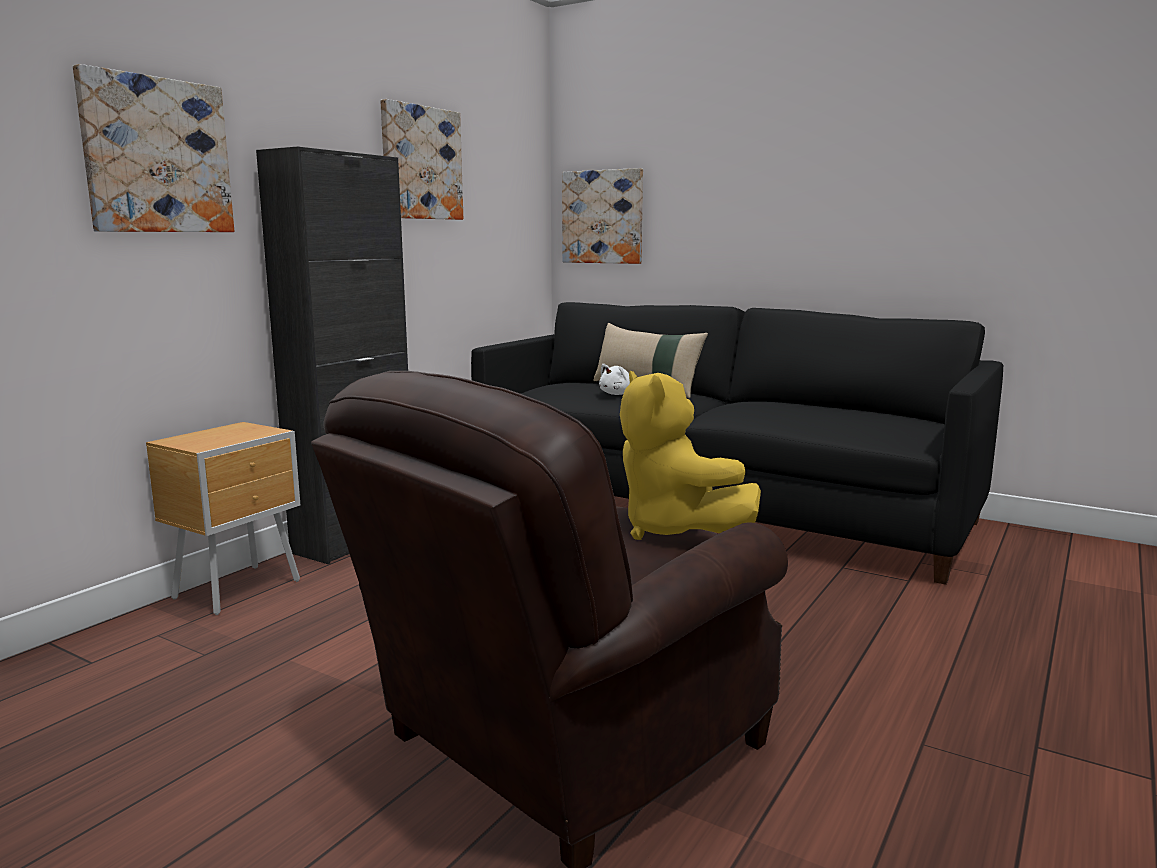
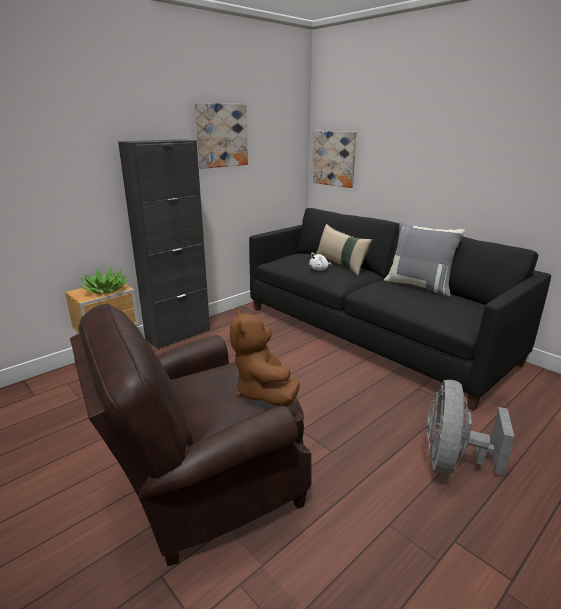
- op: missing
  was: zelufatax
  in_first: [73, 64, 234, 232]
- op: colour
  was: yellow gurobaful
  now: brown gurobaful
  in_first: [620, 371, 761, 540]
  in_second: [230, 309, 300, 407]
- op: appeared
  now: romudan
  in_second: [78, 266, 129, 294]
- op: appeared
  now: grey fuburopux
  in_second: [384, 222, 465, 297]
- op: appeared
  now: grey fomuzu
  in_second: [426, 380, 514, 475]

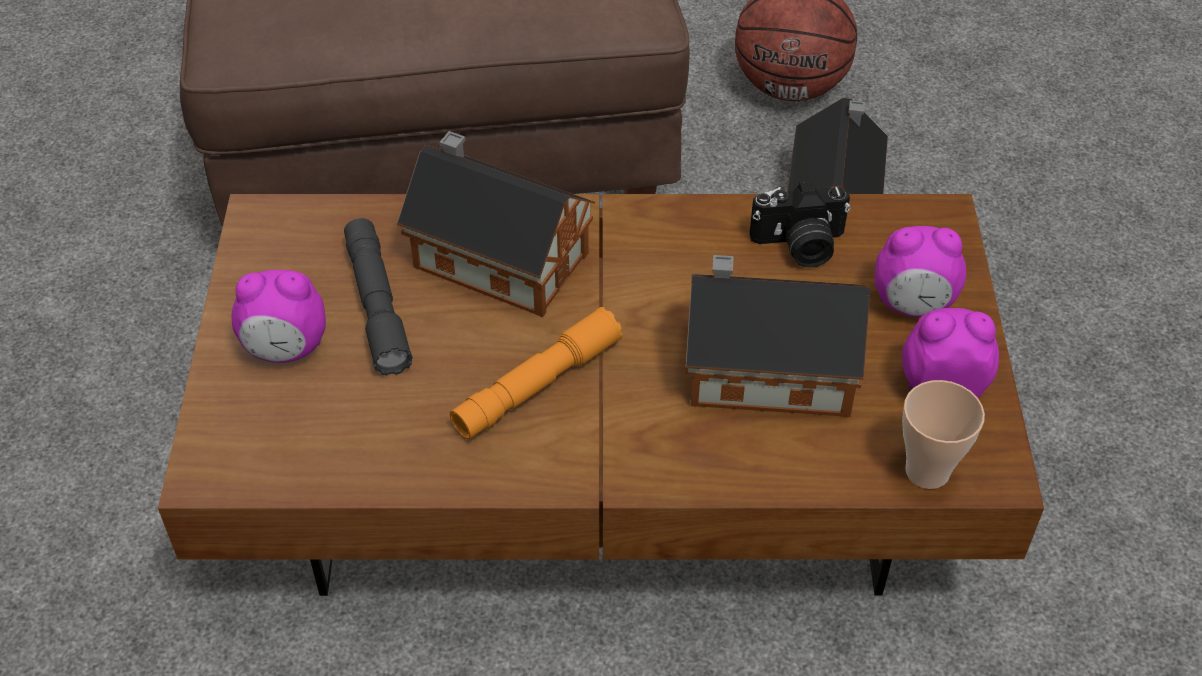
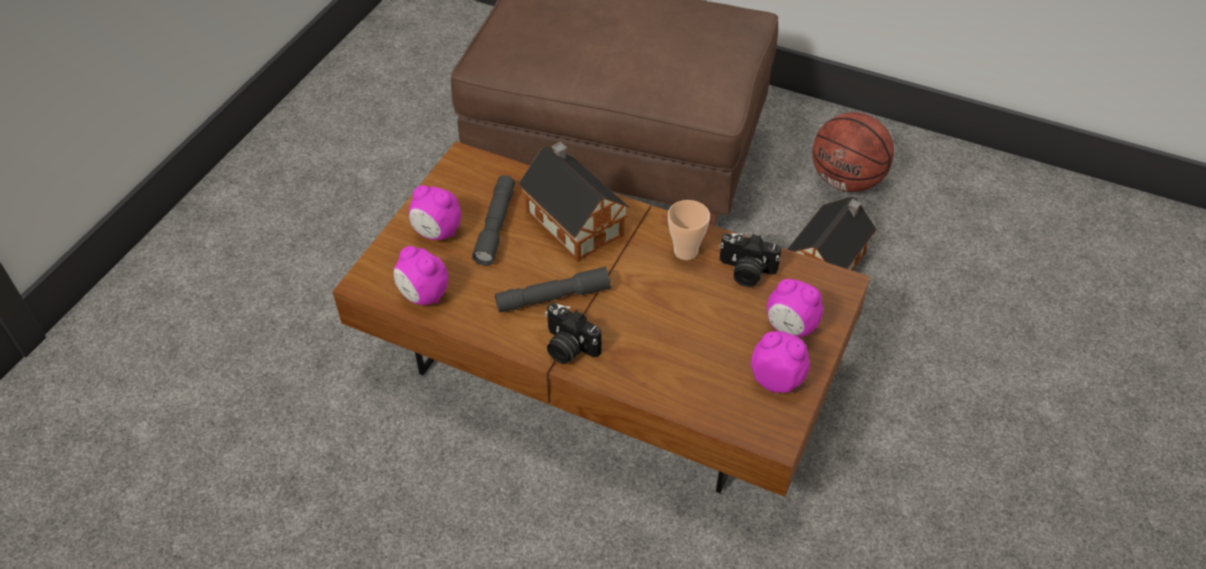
- op: colour
  was: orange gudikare
  now: grey gudikare
  in_first: [450, 307, 623, 439]
  in_second: [495, 267, 611, 312]
- op: missing
  was: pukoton
  in_first: [685, 255, 870, 417]
- op: relocated
  was: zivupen
  in_first: [902, 380, 985, 489]
  in_second: [668, 200, 710, 260]
- op: appeared
  now: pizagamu
  in_second: [394, 246, 448, 305]
- op: appeared
  now: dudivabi
  in_second: [545, 303, 602, 364]

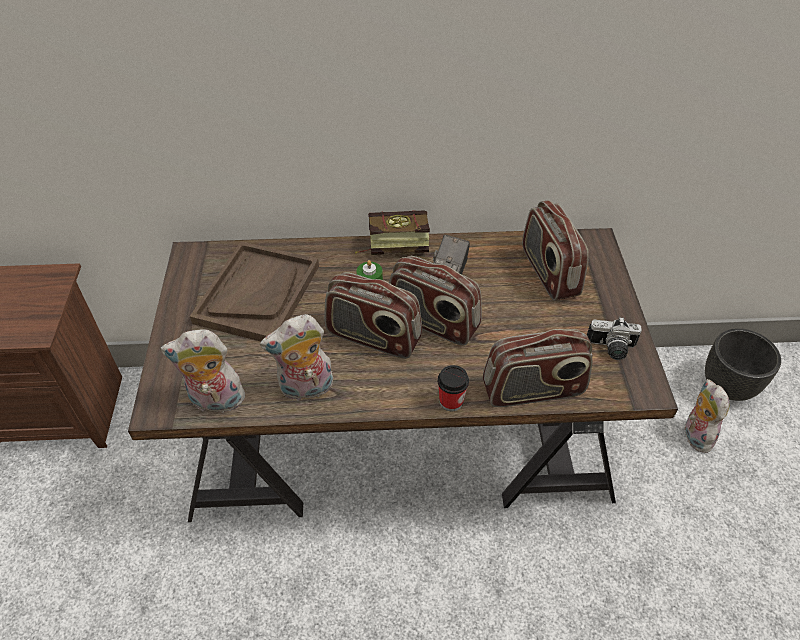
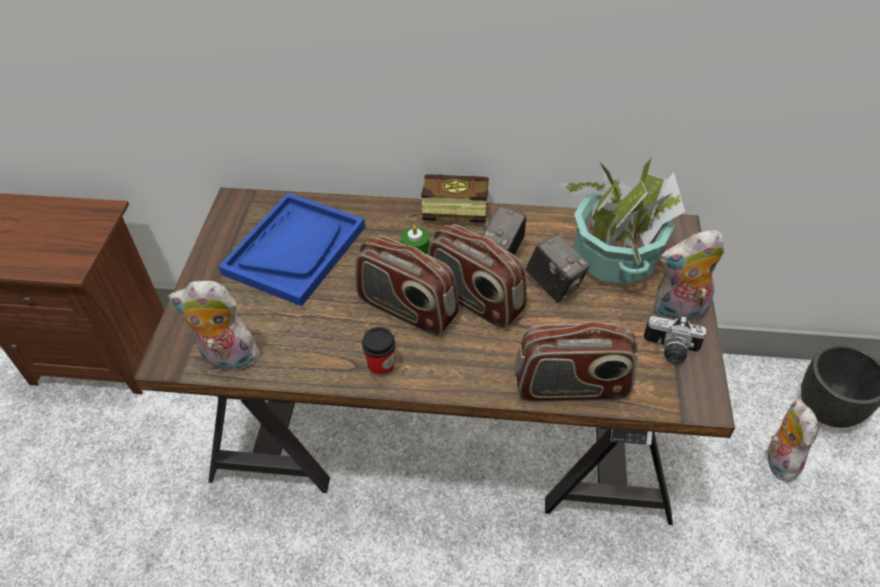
- op: colour
  was: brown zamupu
  now: blue zamupu
  in_first: [190, 242, 319, 341]
  in_second: [218, 193, 365, 306]
- op: relocated
  was: gurobaful
  in_first: [260, 314, 333, 401]
  in_second: [653, 230, 724, 321]
- op: relocated
  was: zivupen
  in_first: [438, 365, 469, 412]
  in_second: [362, 327, 396, 377]
- op: exchanged
  was: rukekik
  now: romudan
  in_first: [522, 200, 589, 301]
  in_second: [558, 157, 685, 284]
- op: appeared
  now: dudivabi
  in_second: [525, 233, 590, 302]

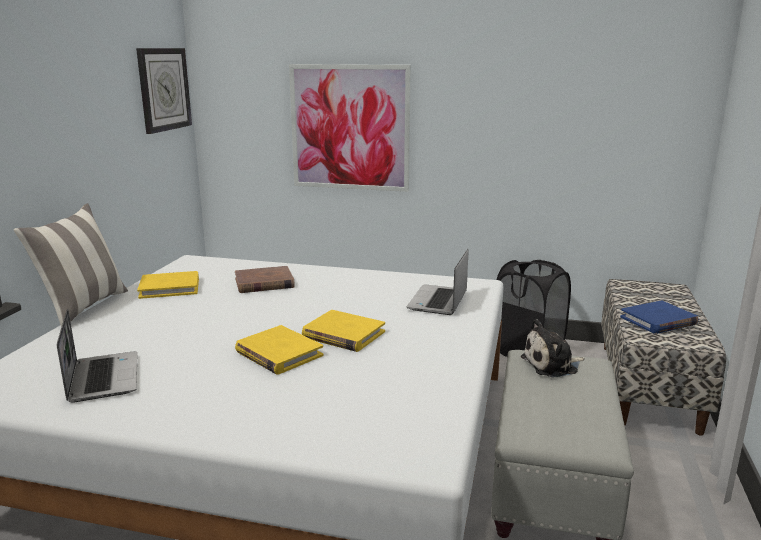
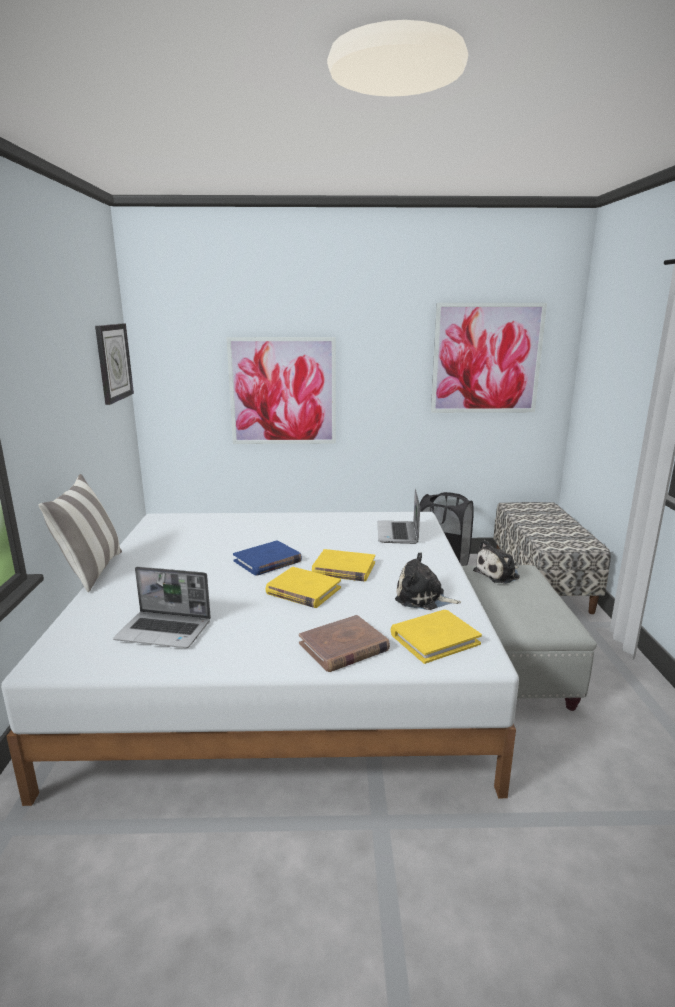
- op: spun
  was: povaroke
  in_first: [57, 309, 138, 403]
  in_second: [113, 567, 211, 648]
  clockwise: 135
- op: relocated
  was: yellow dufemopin
  in_first: [137, 271, 199, 299]
  in_second: [391, 610, 482, 664]
- op: relocated
  was: brown dufemopin
  in_first: [235, 266, 295, 293]
  in_second: [299, 615, 390, 672]
- op: relocated
  was: blue dufemopin
  in_first: [620, 300, 699, 334]
  in_second: [233, 540, 302, 576]
- op: appeared
  now: gurobaful
  in_second: [395, 553, 461, 610]
- op: appeared
  now: zelufatax
  in_second: [431, 303, 547, 413]

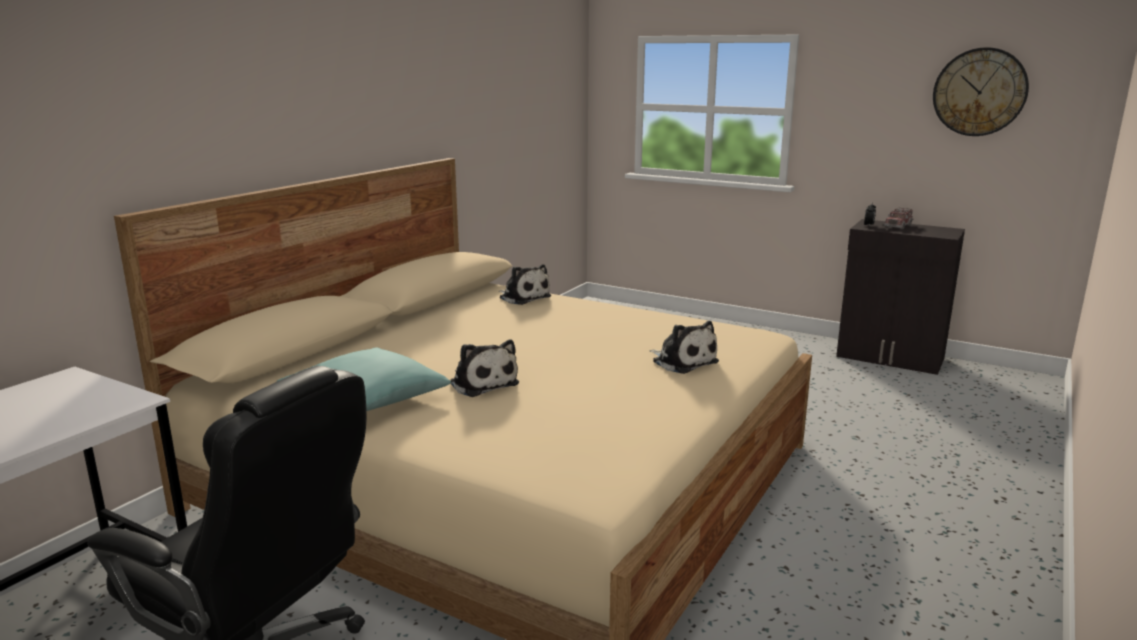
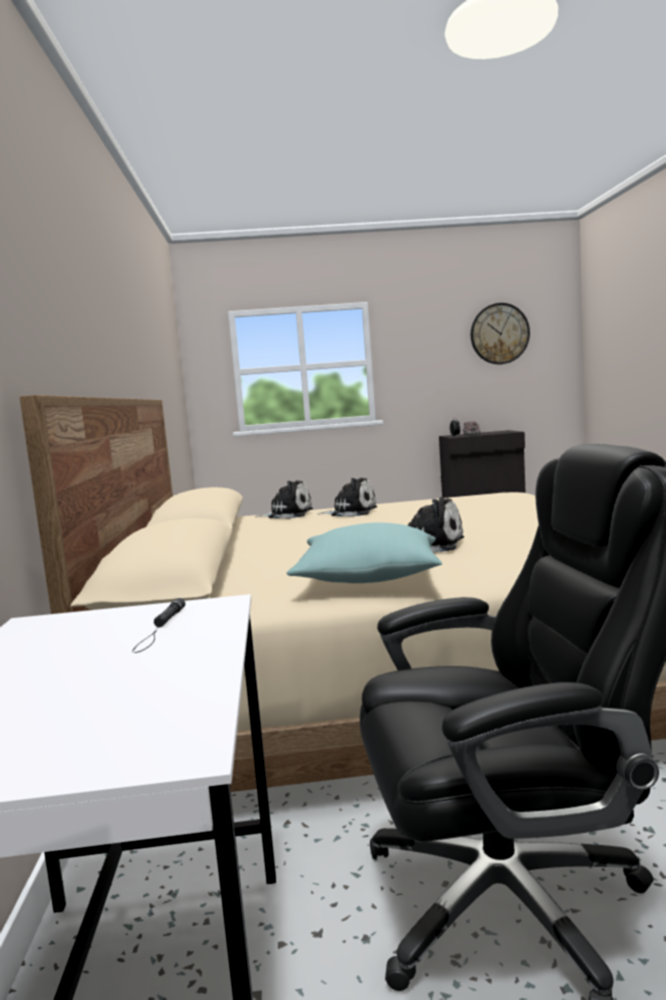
- op: relocated
  was: gurobaful
  in_first: [649, 321, 719, 374]
  in_second: [318, 477, 377, 517]
- op: appeared
  now: black gudikare
  in_second: [132, 598, 185, 653]

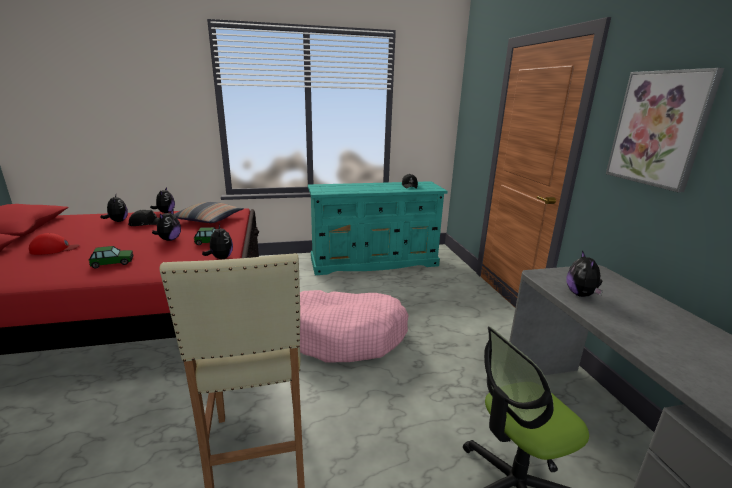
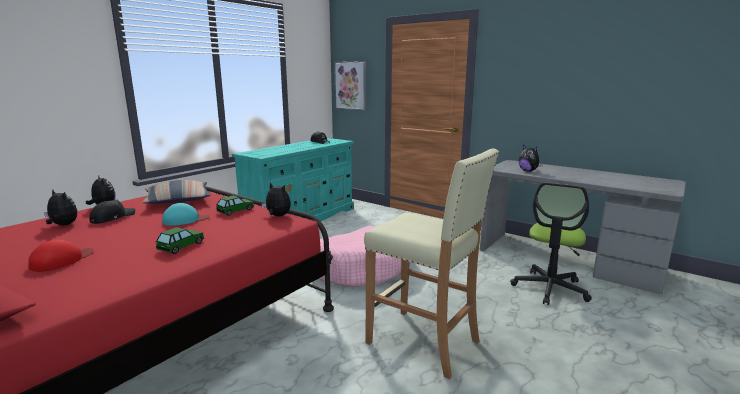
- op: exchanged
  was: gurobaful
  now: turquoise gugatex
  in_first: [152, 210, 181, 241]
  in_second: [162, 203, 210, 226]
- op: relocated
  was: zelufatax
  in_first: [606, 68, 724, 192]
  in_second: [334, 61, 366, 110]

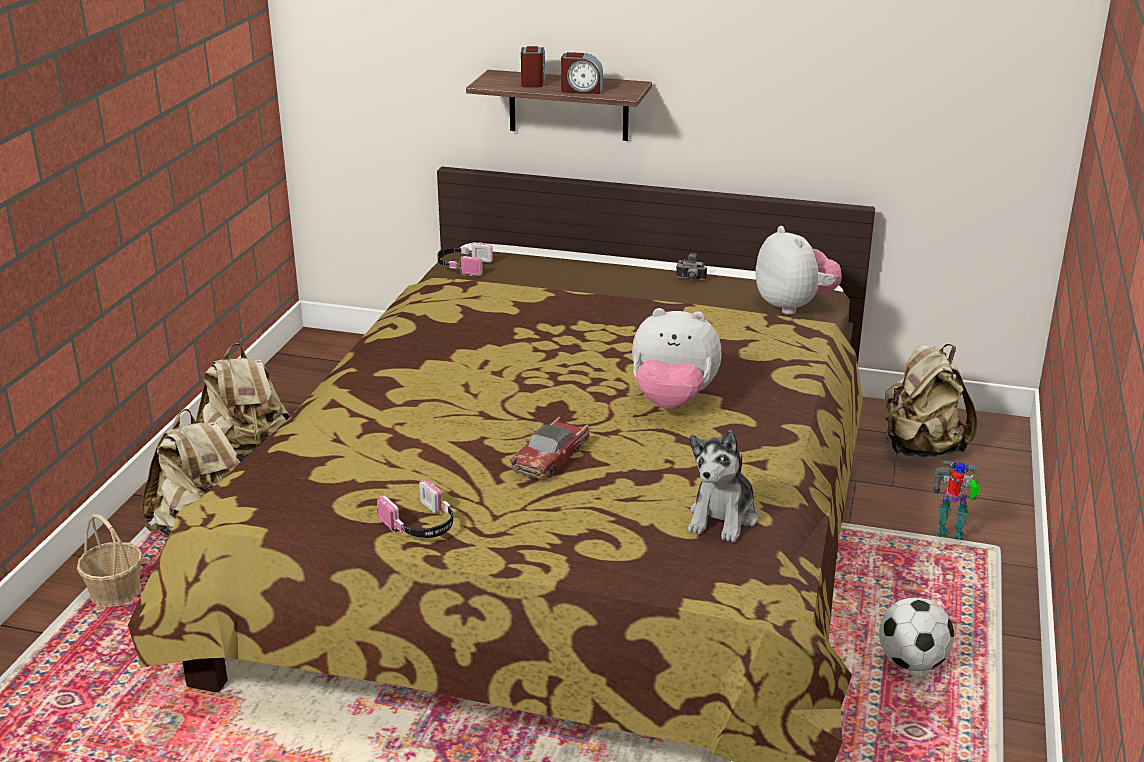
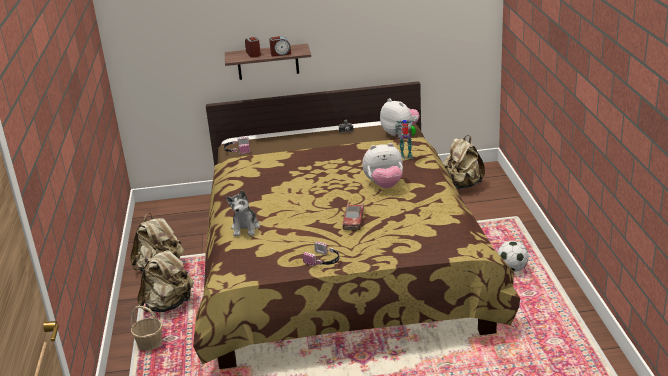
- op: relocated
  was: gurobaful
  in_first: [688, 430, 758, 542]
  in_second: [226, 190, 260, 237]
- op: relocated
  was: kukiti
  in_first: [933, 460, 981, 542]
  in_second: [395, 120, 416, 159]

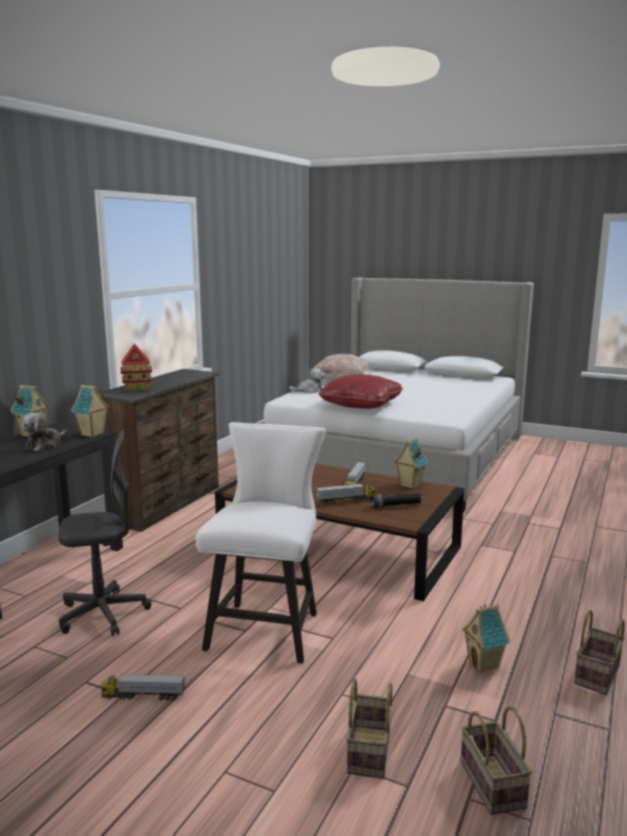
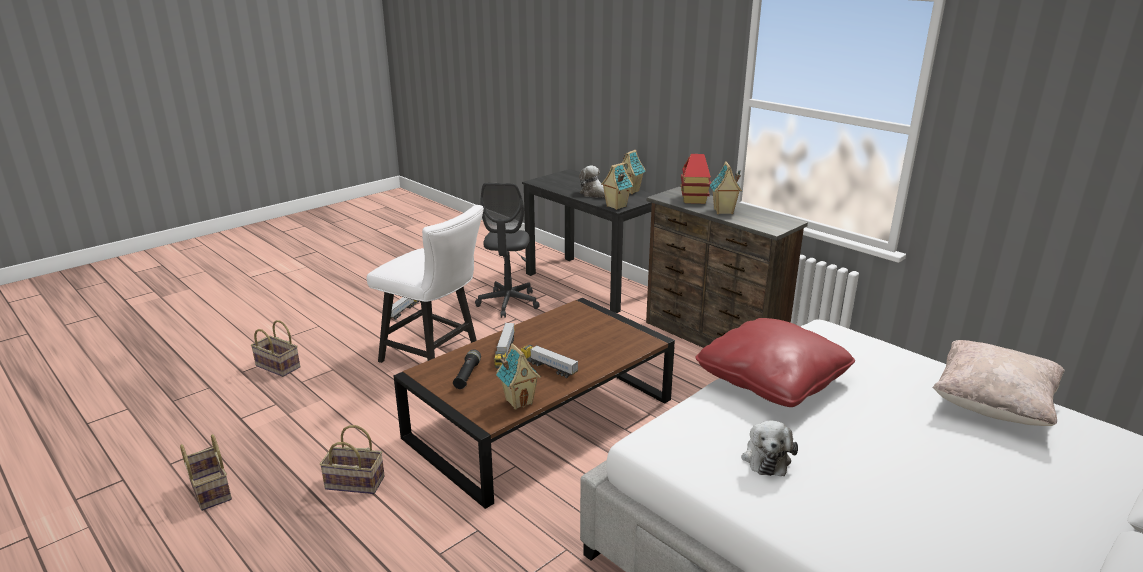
- op: relocated
  was: gurobaful
  in_first: [289, 367, 325, 393]
  in_second: [741, 420, 798, 476]
- op: relocated
  was: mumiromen
  in_first: [460, 706, 532, 815]
  in_second: [320, 425, 385, 494]
- op: relocated
  was: pukoton
  in_first: [462, 604, 510, 673]
  in_second: [710, 161, 742, 214]

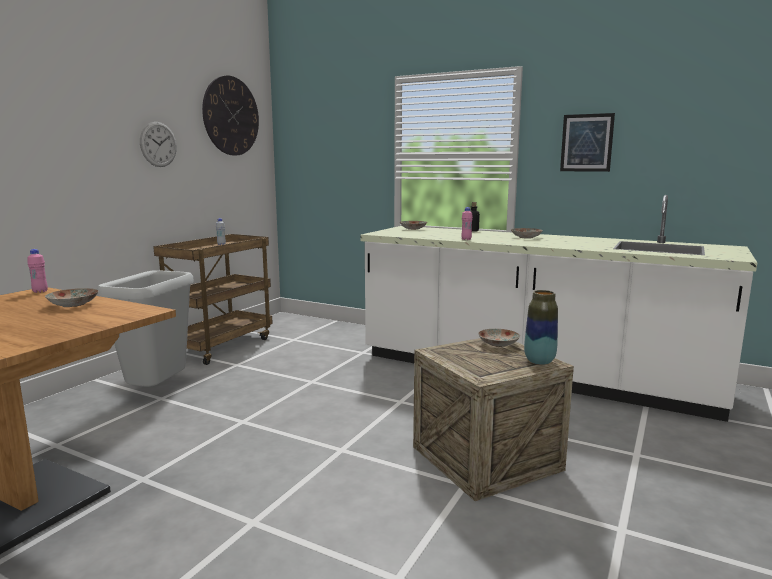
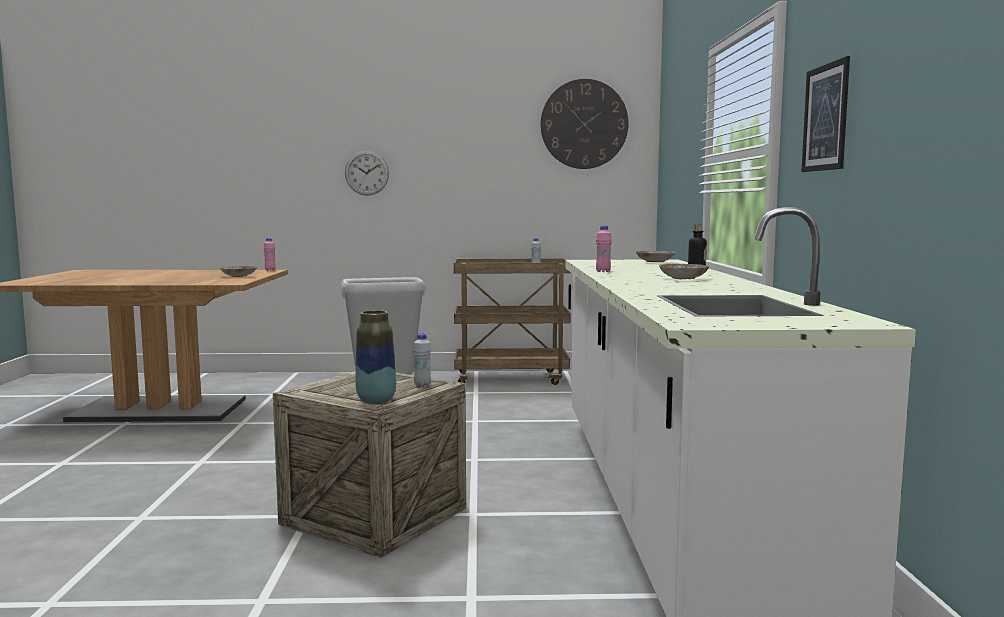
- op: relocated
  was: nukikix
  in_first: [140, 122, 177, 167]
  in_second: [345, 151, 389, 196]
- op: exchanged
  was: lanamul
  now: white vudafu
  in_first: [478, 329, 520, 347]
  in_second: [413, 333, 431, 387]

